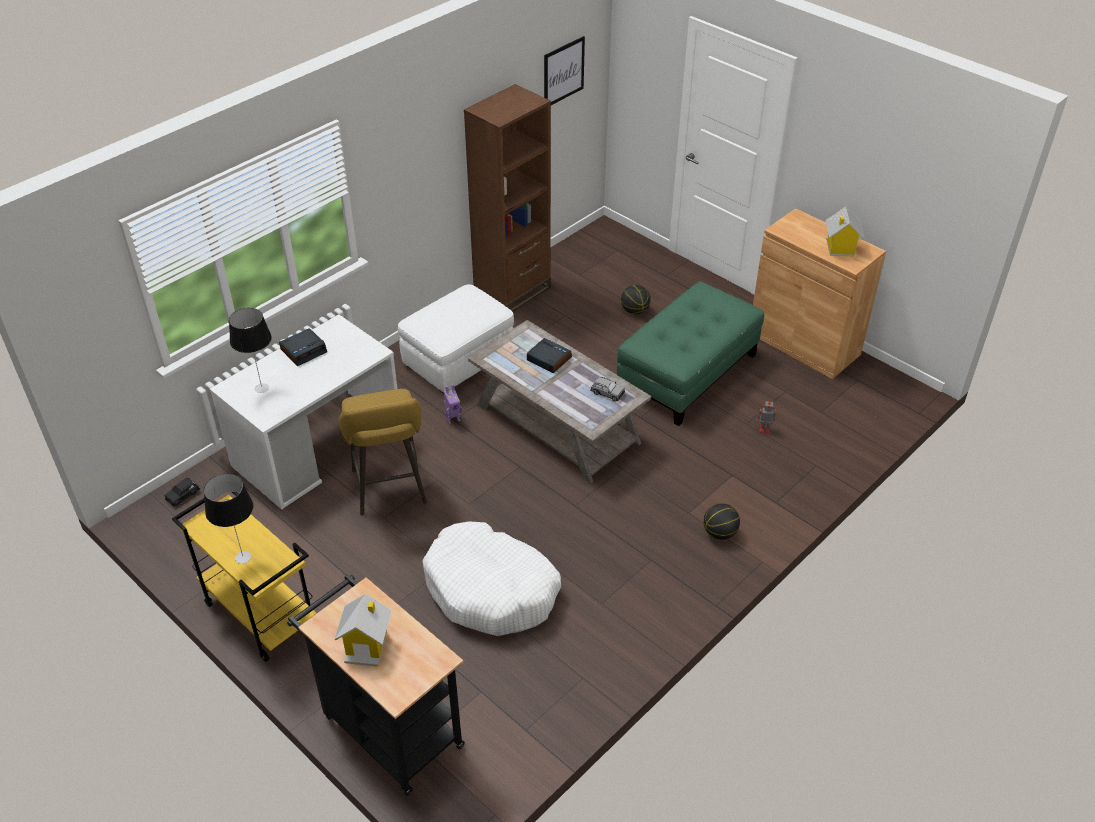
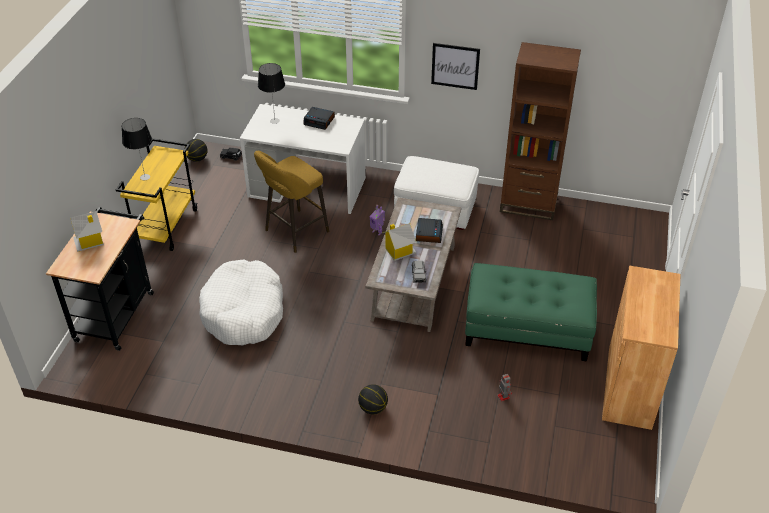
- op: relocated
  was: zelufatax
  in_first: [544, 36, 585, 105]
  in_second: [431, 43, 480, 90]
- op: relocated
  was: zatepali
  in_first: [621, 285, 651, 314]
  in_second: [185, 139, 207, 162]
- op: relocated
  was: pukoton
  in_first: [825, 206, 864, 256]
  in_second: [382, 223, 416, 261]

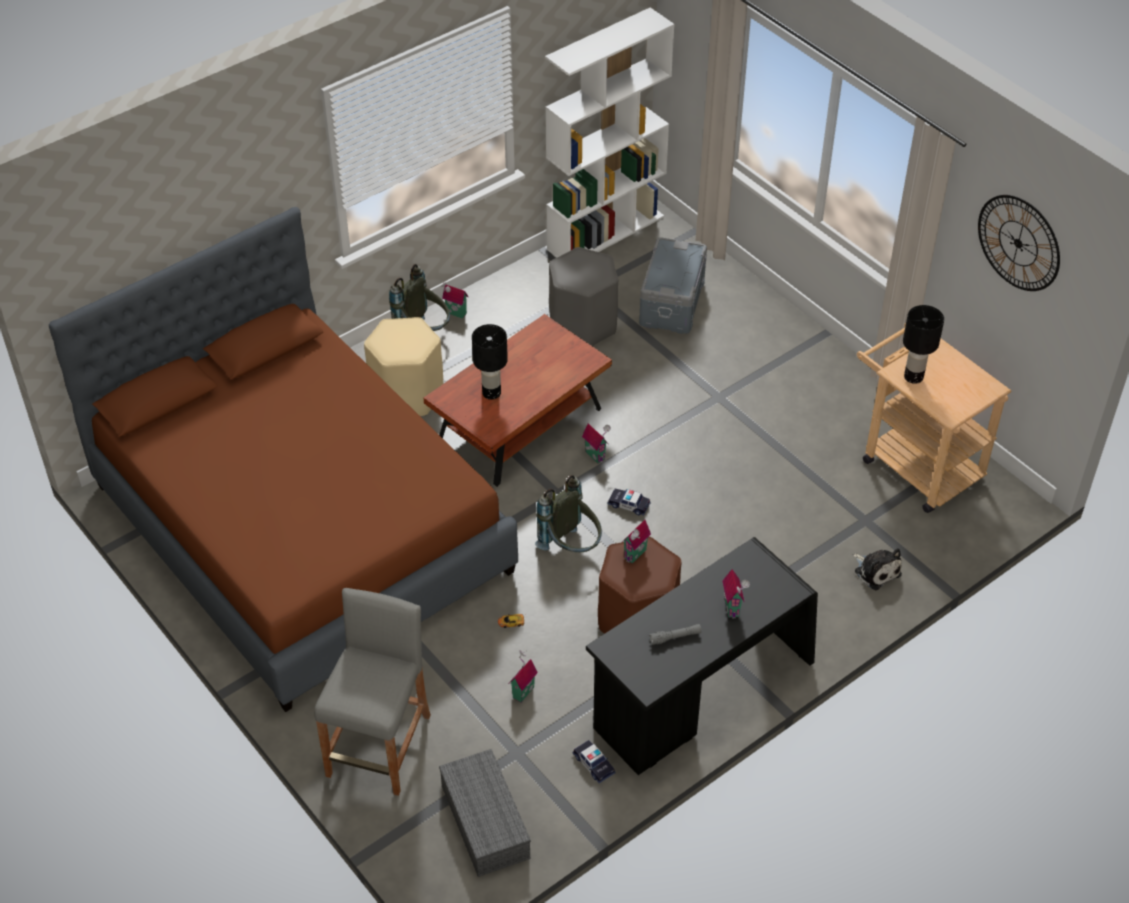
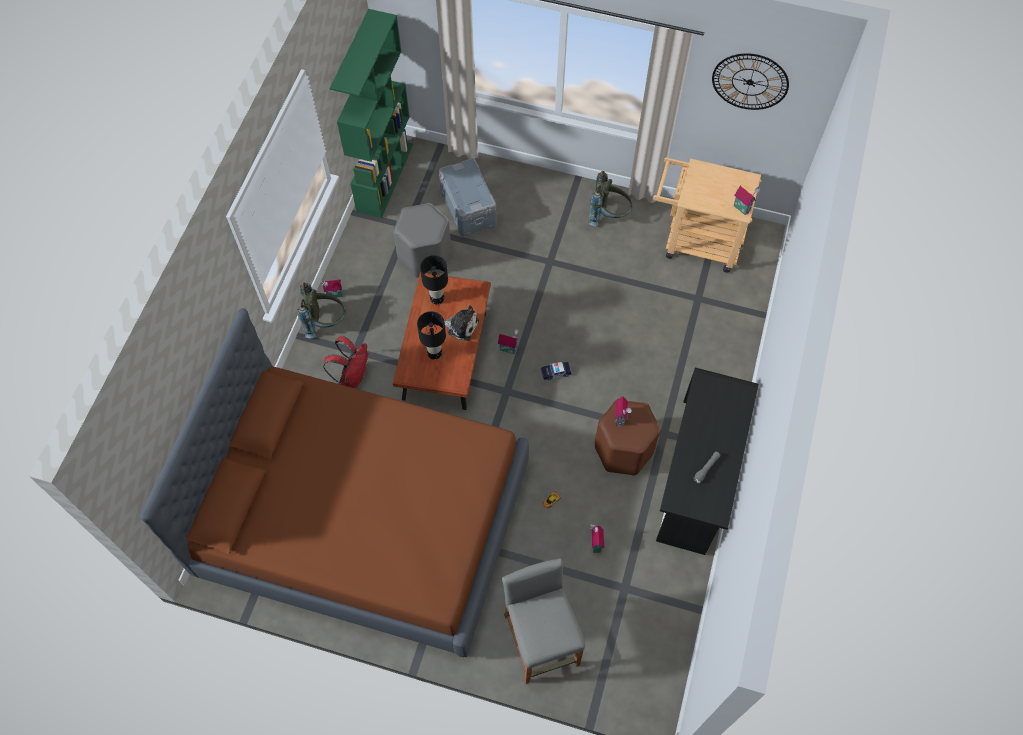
- op: exchanged
  was: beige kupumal
  now: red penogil
  in_first: [364, 317, 444, 416]
  in_second: [323, 336, 368, 388]
- op: missing
  was: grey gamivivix
  in_first: [439, 749, 531, 877]
- op: relocated
  was: grey penogil
  in_first: [535, 475, 602, 552]
  in_second: [589, 171, 633, 226]
- op: colour
  was: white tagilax
  now: green tagilax
  in_first: [545, 7, 675, 258]
  in_second: [330, 9, 413, 218]
- op: missing
  was: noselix
  in_first: [573, 740, 616, 783]
- op: relocated
  was: pukoton
  in_first: [723, 569, 750, 619]
  in_second: [734, 186, 760, 215]
- op: relocated
  was: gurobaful
  in_first: [853, 548, 902, 590]
  in_second: [444, 305, 479, 341]
- op: relocated
  was: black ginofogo
  in_first: [903, 305, 944, 384]
  in_second: [420, 255, 448, 304]

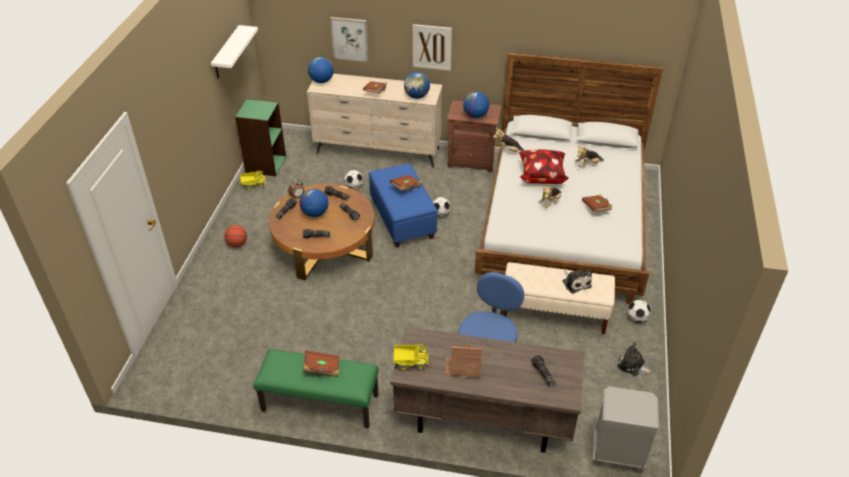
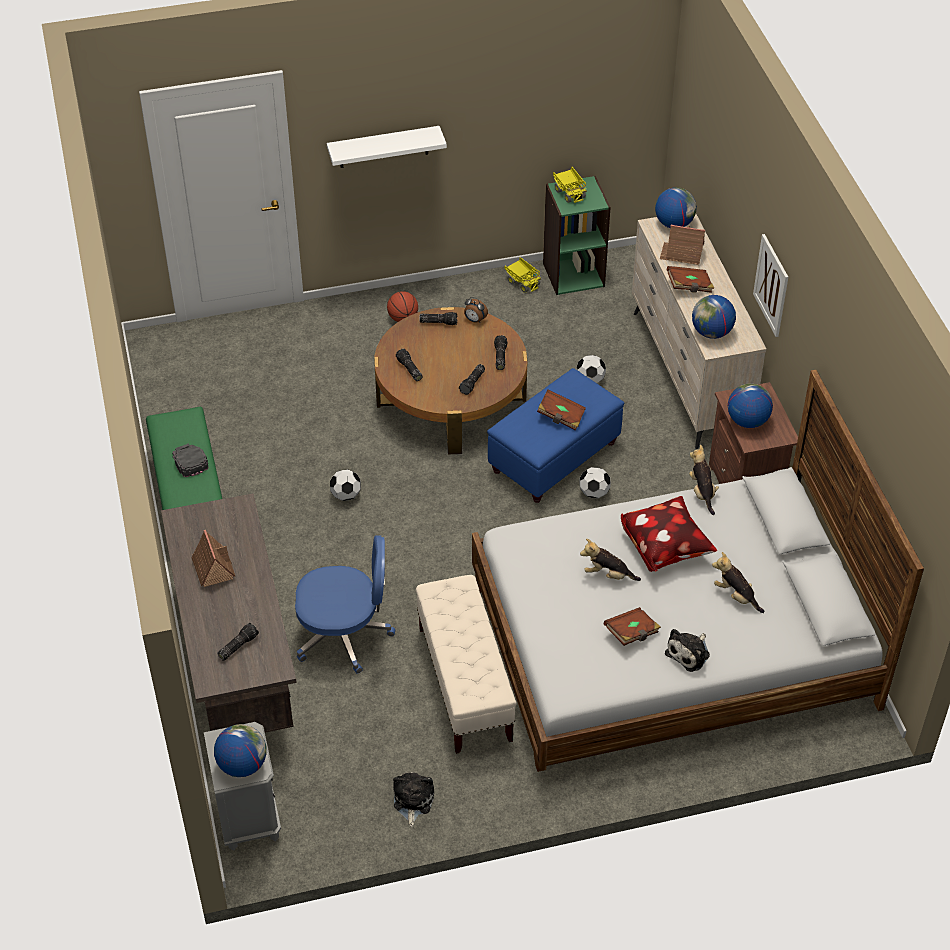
- op: relocated
  was: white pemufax
  in_first: [211, 25, 258, 78]
  in_second: [327, 126, 447, 168]
- op: relocated
  was: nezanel
  in_first: [300, 188, 328, 217]
  in_second: [214, 724, 267, 777]
- op: exchanged
  was: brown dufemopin
  now: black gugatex
  in_first: [303, 350, 339, 377]
  in_second: [172, 443, 209, 477]
- op: missing
  was: zelufatax
  in_first: [330, 17, 369, 62]
- op: relocated
  was: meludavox
  in_first: [394, 344, 429, 371]
  in_second: [553, 167, 587, 203]
- op: relocated
  was: gurobaful
  in_first: [562, 269, 592, 294]
  in_second: [665, 629, 710, 672]
- op: relocated
  was: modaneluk
  in_first: [627, 300, 651, 322]
  in_second: [330, 469, 361, 501]
- op: appeared
  now: pukoton
  in_second: [660, 225, 705, 265]

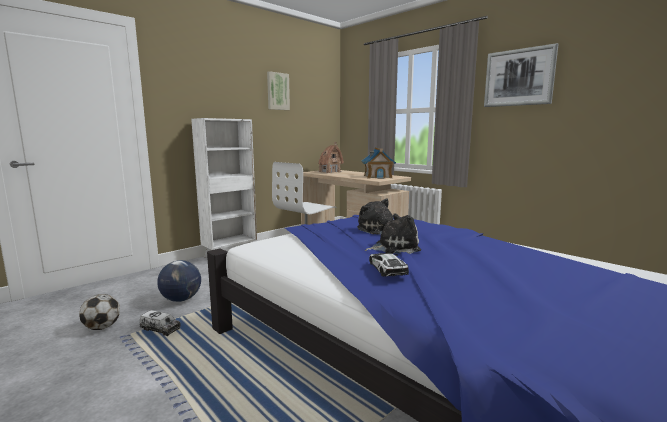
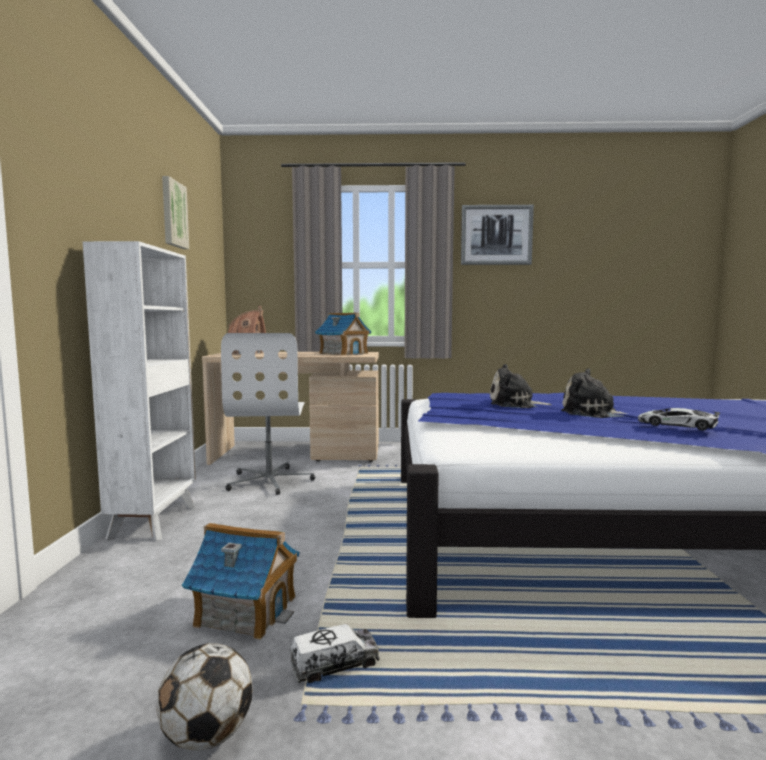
- op: exchanged
  was: nezanel
  now: pukoton
  in_first: [157, 260, 201, 302]
  in_second: [182, 523, 300, 640]
- op: spun
  was: gurobaful
  in_first: [365, 213, 421, 254]
  in_second: [561, 368, 628, 418]
  clockwise: -90

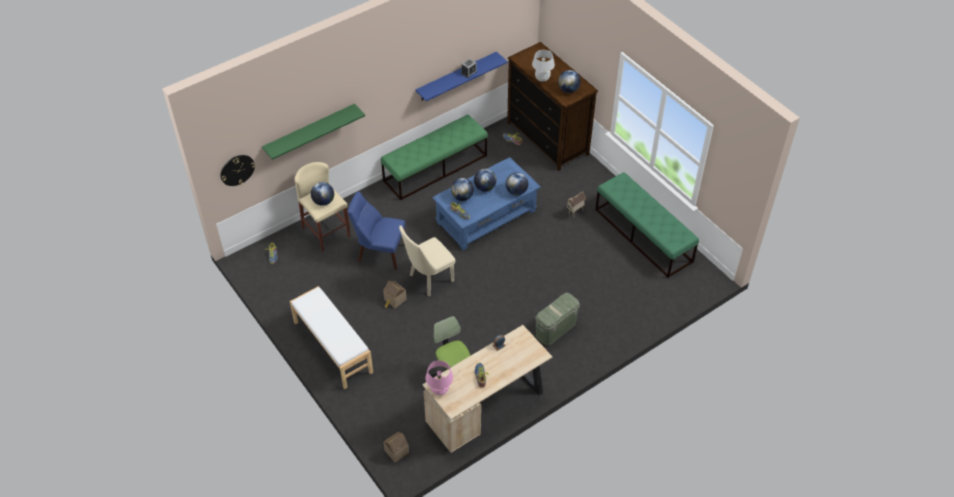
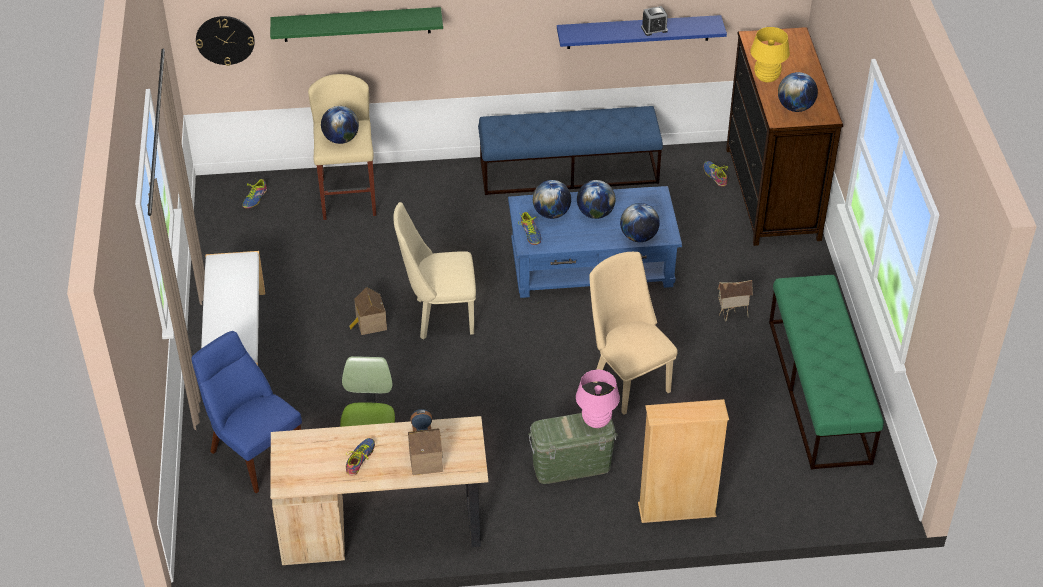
- op: relocated
  was: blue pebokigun
  in_first: [348, 192, 405, 270]
  in_second: [191, 331, 302, 493]
- op: colour
  was: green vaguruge
  now: blue vaguruge
  in_first: [381, 114, 488, 200]
  in_second: [478, 106, 663, 195]
- op: relocated
  was: pukoton
  in_first: [384, 432, 409, 462]
  in_second: [408, 428, 443, 475]
- op: relocated
  was: pink ginofogo
  in_first: [426, 361, 453, 395]
  in_second: [576, 369, 620, 428]
- op: colour
  was: white ginofogo
  now: yellow ginofogo
  in_first: [532, 50, 555, 82]
  in_second: [750, 27, 790, 82]
- op: appeared
  now: beige pebokigun
  in_second: [589, 252, 678, 415]
- op: appeared
  now: beige tagilax
  in_second: [638, 399, 729, 523]

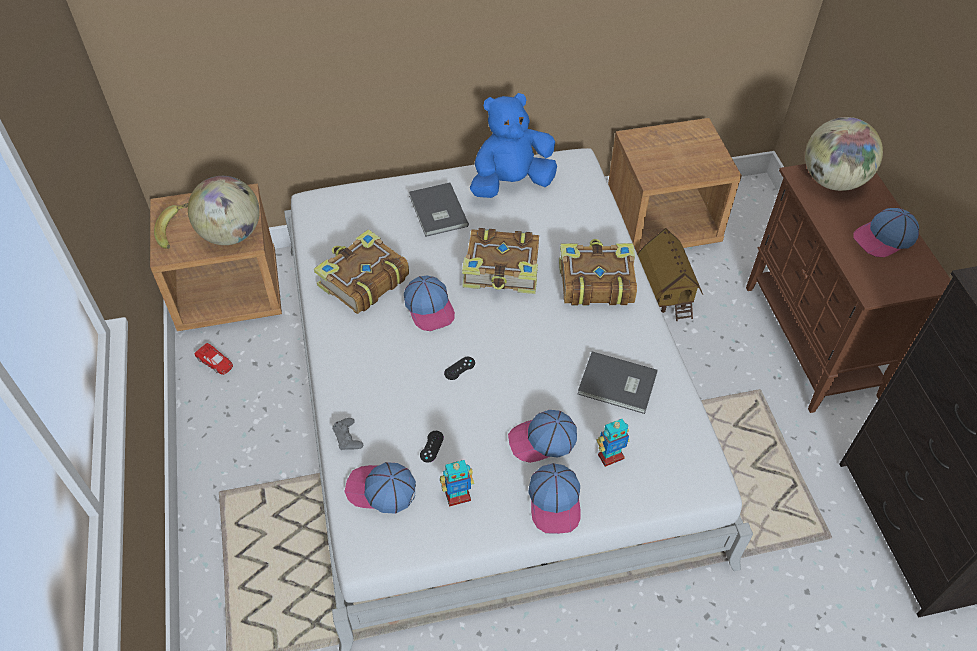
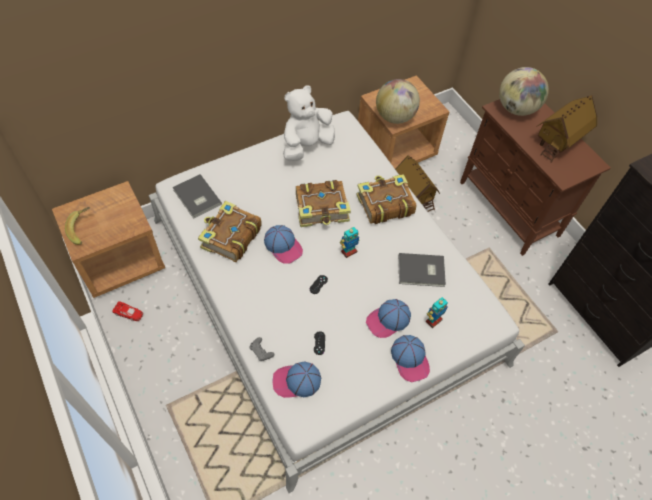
- op: relocated
  was: nezanel
  in_first: [188, 176, 260, 245]
  in_second: [376, 79, 420, 124]
- op: relocated
  was: grey dufemopin
  in_first: [409, 182, 469, 237]
  in_second: [173, 174, 222, 219]
- op: relocated
  was: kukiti
  in_first: [440, 460, 474, 507]
  in_second: [340, 227, 360, 258]
- op: colour
  was: blue gurobaful
  now: white gurobaful
  in_first: [470, 93, 557, 198]
  in_second: [283, 85, 335, 161]
- op: exchanged
  was: gugatex
  now: pukoton
  in_first: [853, 208, 919, 257]
  in_second: [536, 95, 597, 163]

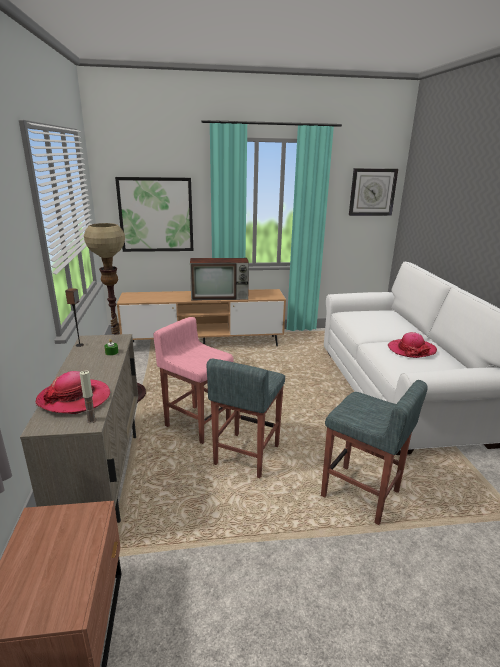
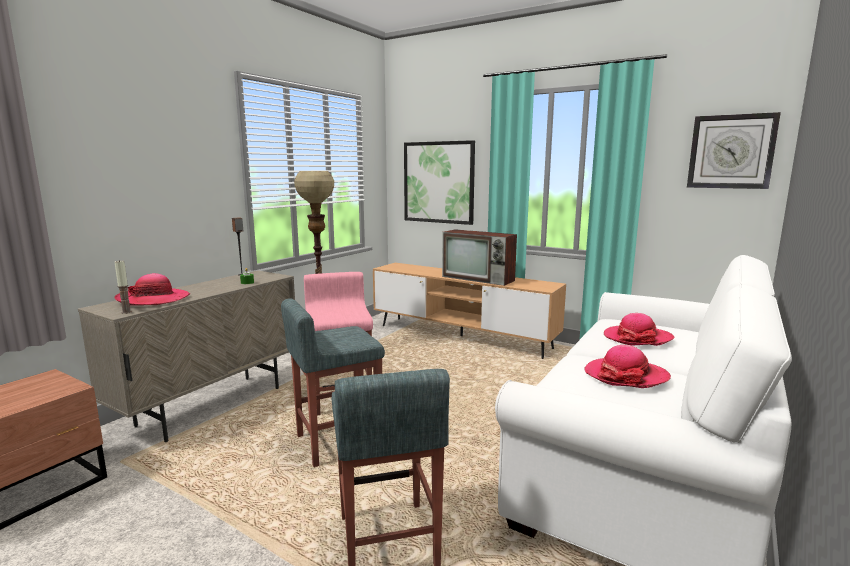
- op: appeared
  now: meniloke
  in_second: [604, 313, 674, 346]

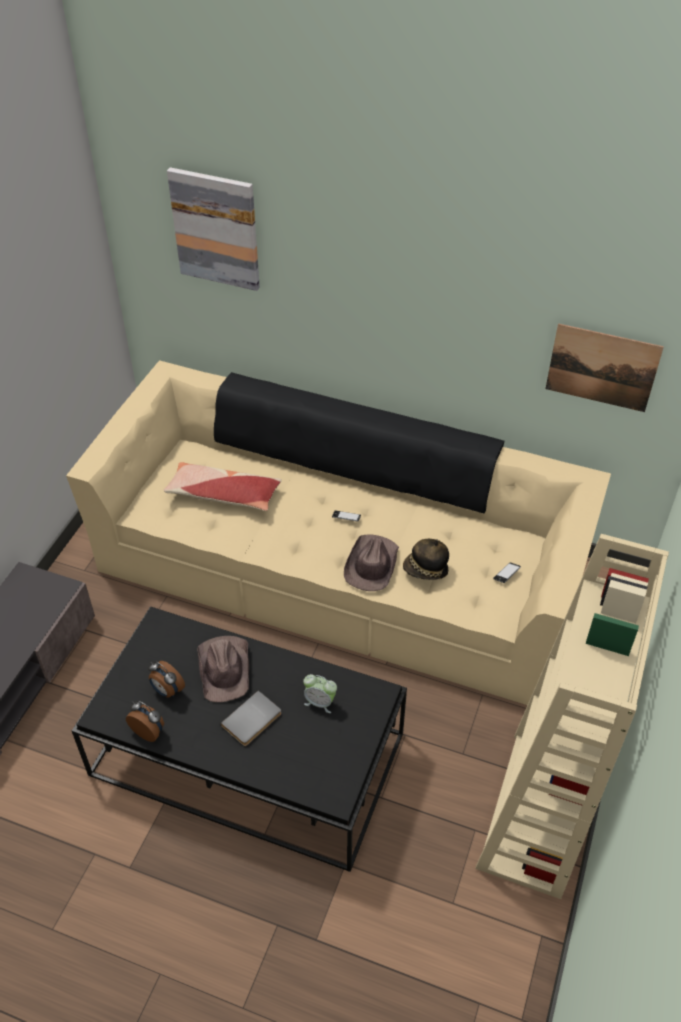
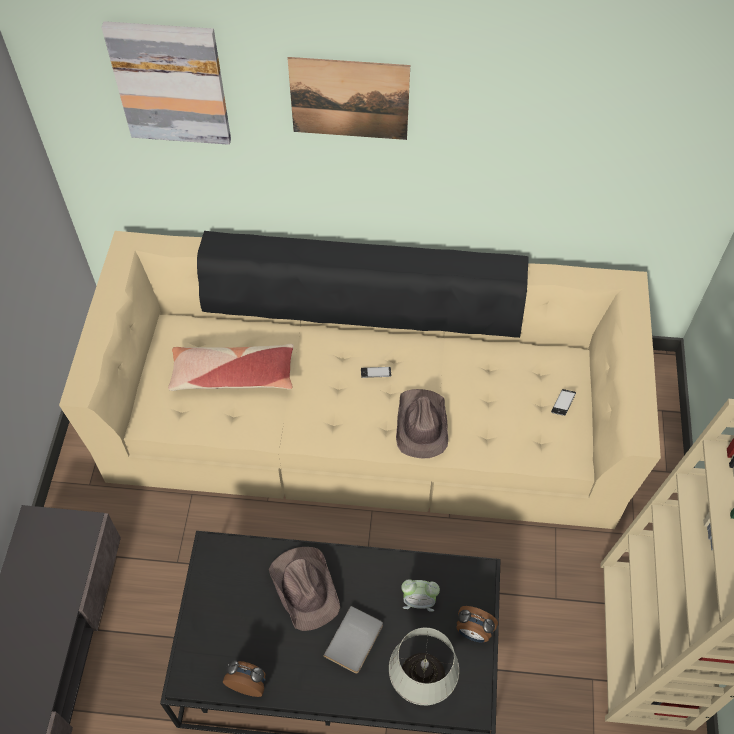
- op: relocated
  was: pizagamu
  in_first: [148, 661, 185, 698]
  in_second: [456, 606, 498, 642]
- op: missing
  was: meniloke
  in_first: [403, 539, 449, 580]
- op: relocated
  was: zelufatax
  in_first: [545, 323, 664, 412]
  in_second: [288, 57, 410, 140]
- op: appeared
  now: white ginofogo
  in_second: [389, 628, 459, 705]

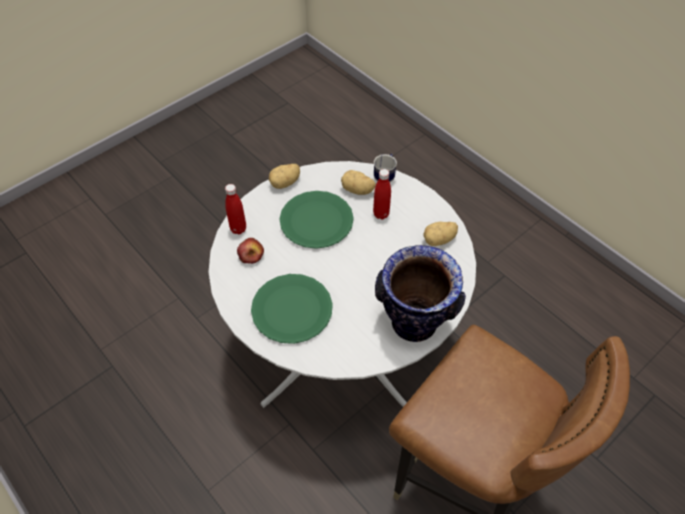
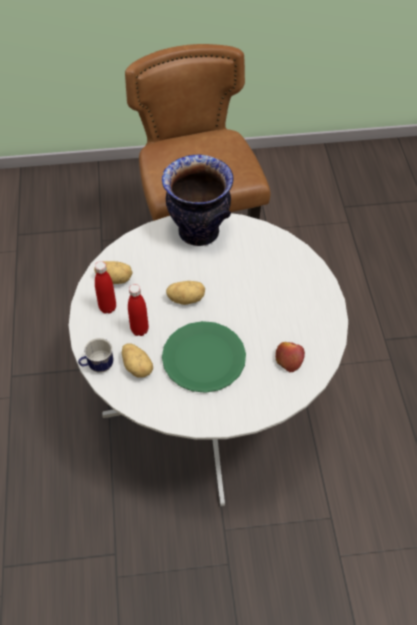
- op: relocated
  was: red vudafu
  in_first: [225, 184, 246, 234]
  in_second: [95, 261, 116, 314]
- op: missing
  was: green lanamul
  in_first: [251, 274, 333, 344]
- op: relocated
  was: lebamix
  in_first: [269, 164, 300, 189]
  in_second: [166, 281, 205, 305]

